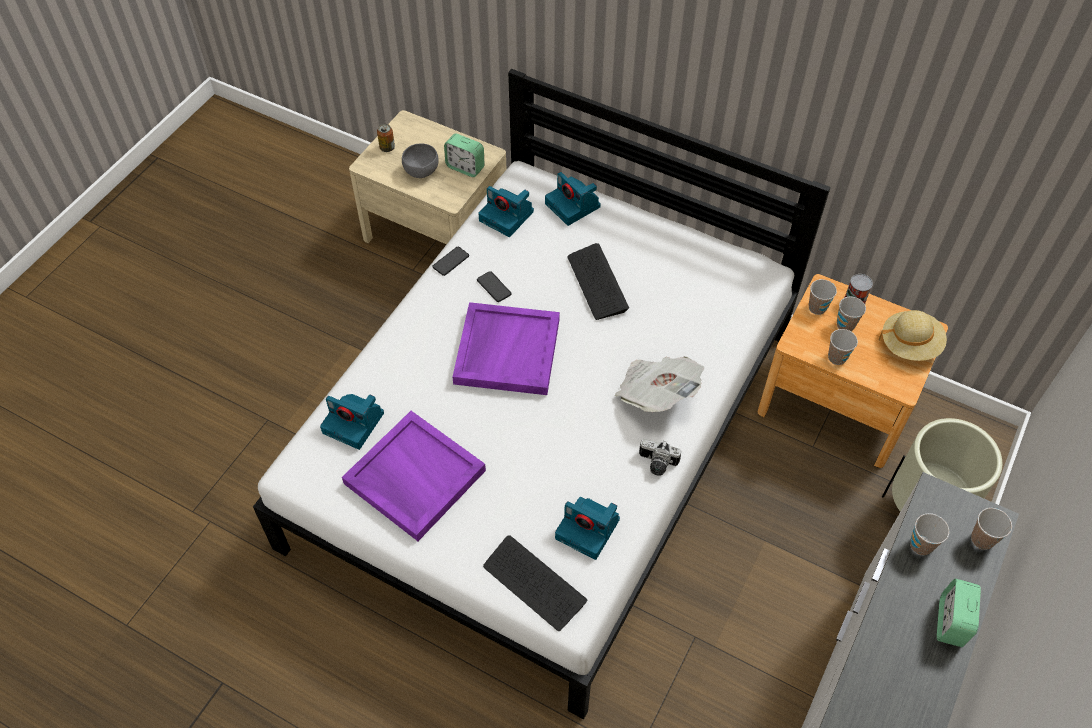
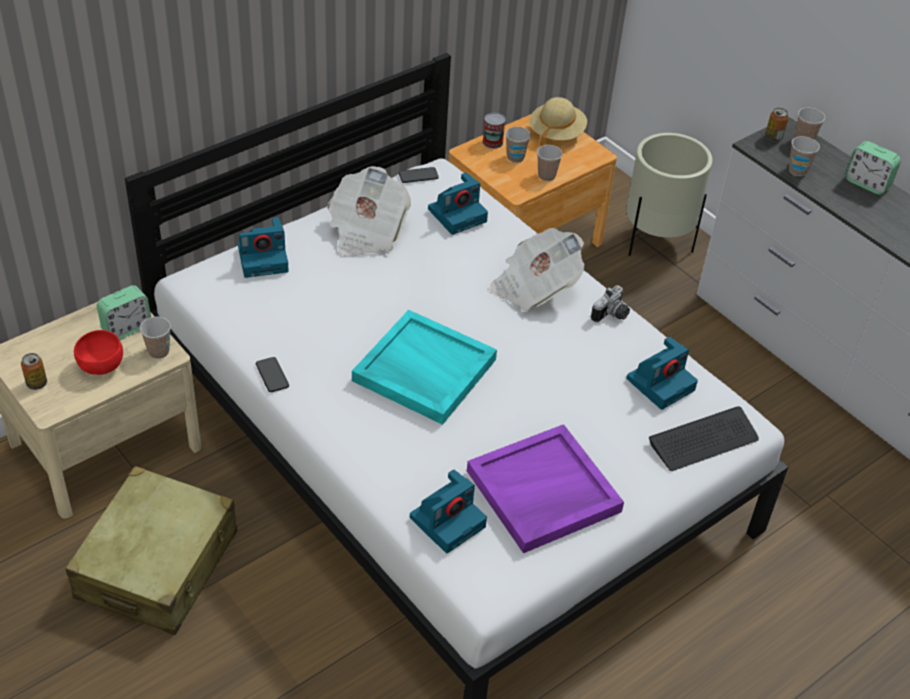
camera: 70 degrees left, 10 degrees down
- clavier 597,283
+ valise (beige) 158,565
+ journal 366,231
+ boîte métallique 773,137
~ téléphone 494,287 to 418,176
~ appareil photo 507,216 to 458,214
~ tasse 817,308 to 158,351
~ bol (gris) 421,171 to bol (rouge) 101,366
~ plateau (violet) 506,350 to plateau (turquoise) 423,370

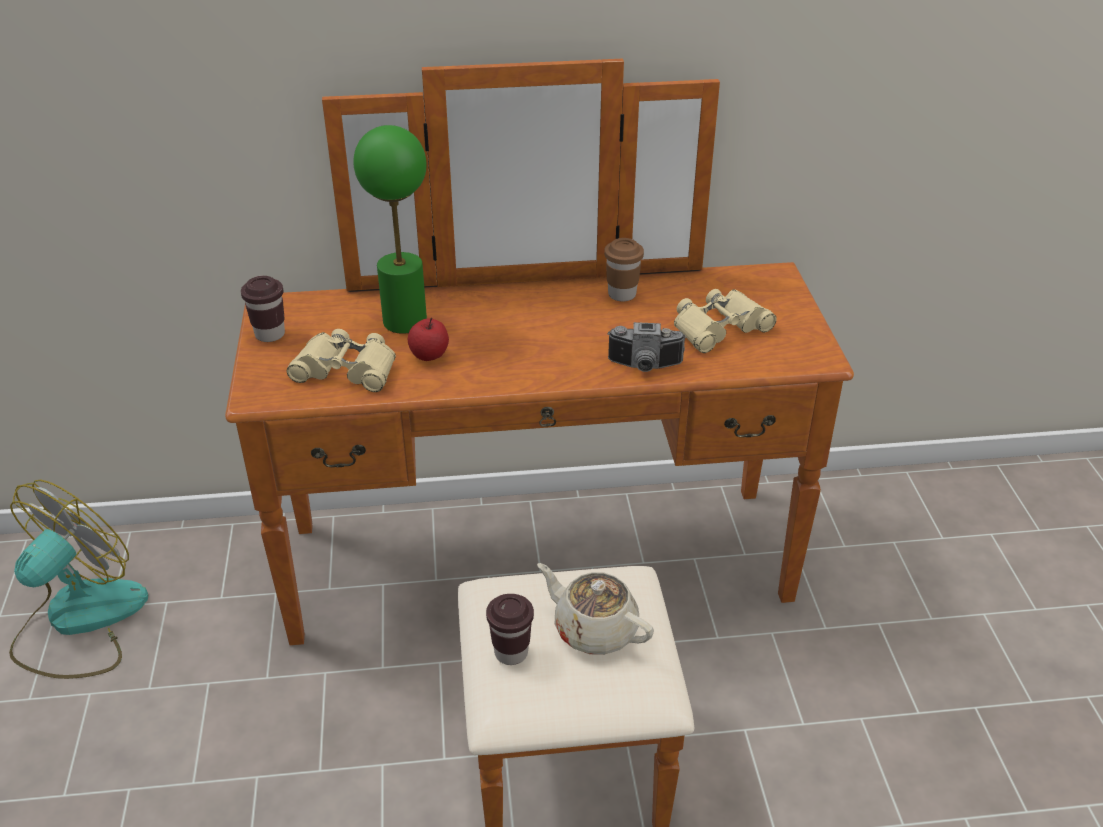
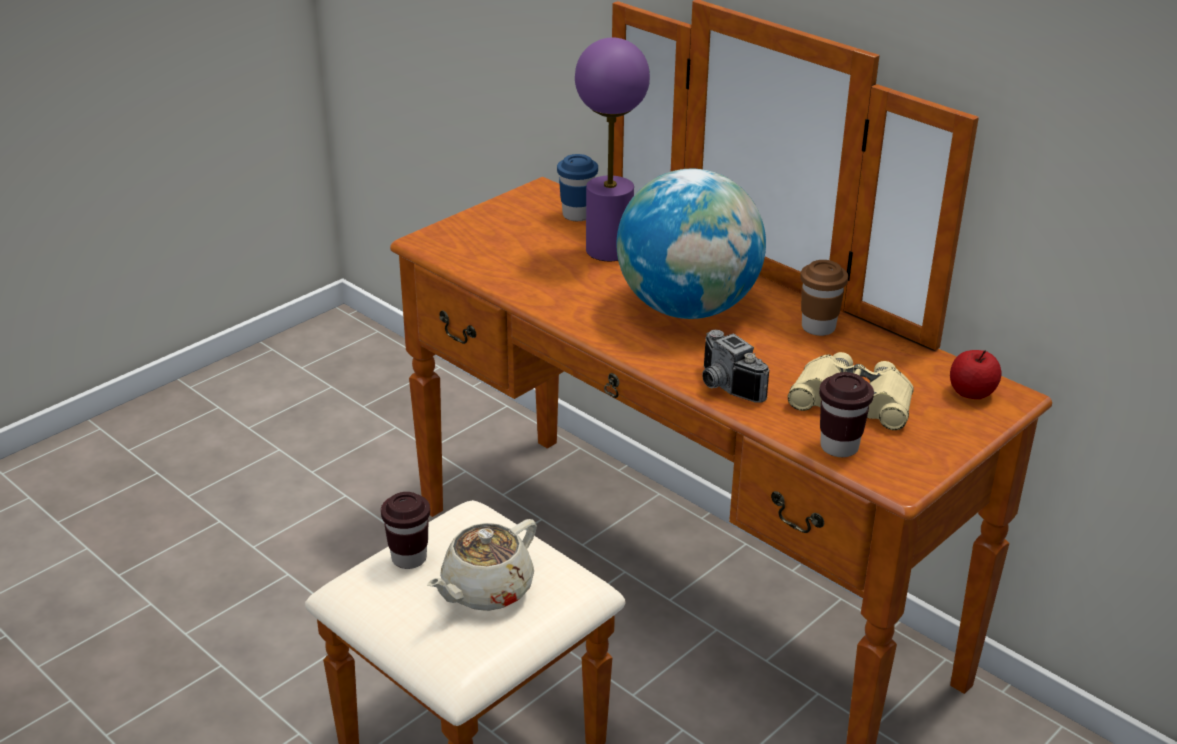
camera: 50 degrees right, 5 degrees down
- ventilateur 78,622
- jumelles (beige) 346,369
+ tasse (bleu) 577,215
+ globe 687,308
~ tasse (marron) 270,334 to 839,447
~ pomme 429,355 to 972,393
~ lampe de table (vert) 405,321 to lampe de table (violet) 609,250
~ théière (beige) 594,629 = 485,590 135 degrees counterclockwise

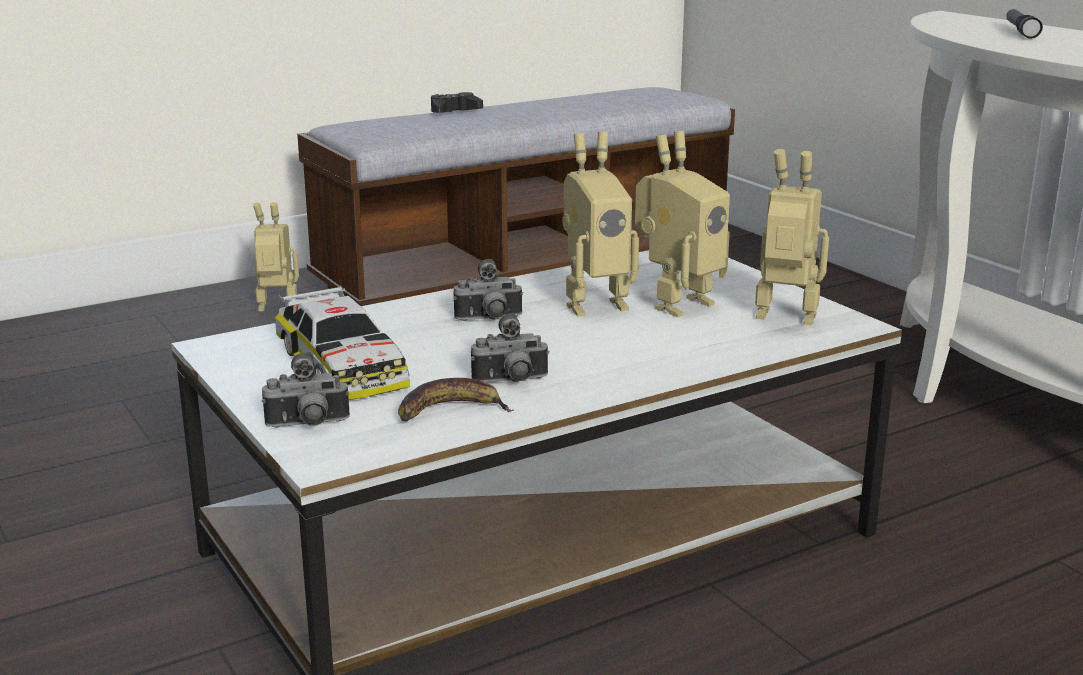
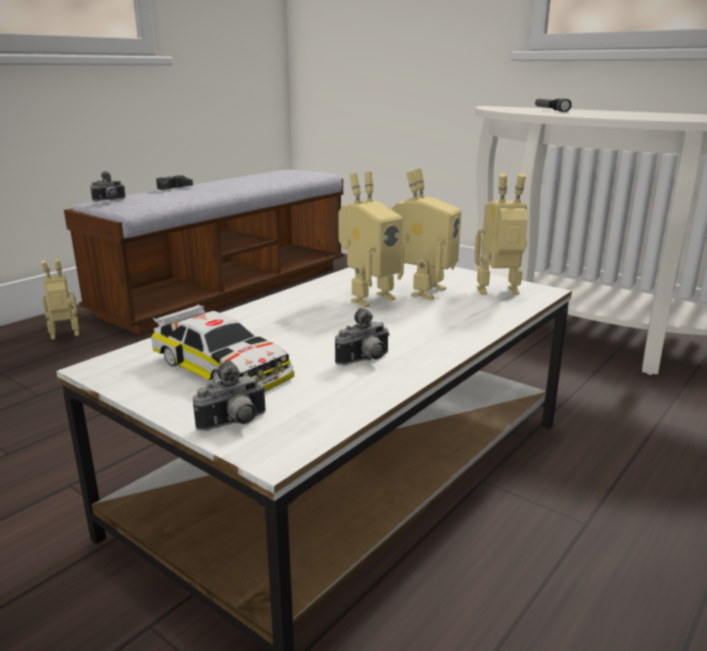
camera: 20 degrees left, 0 degrees up
- banane 449,411
~ appareil photo 489,319 to 110,200

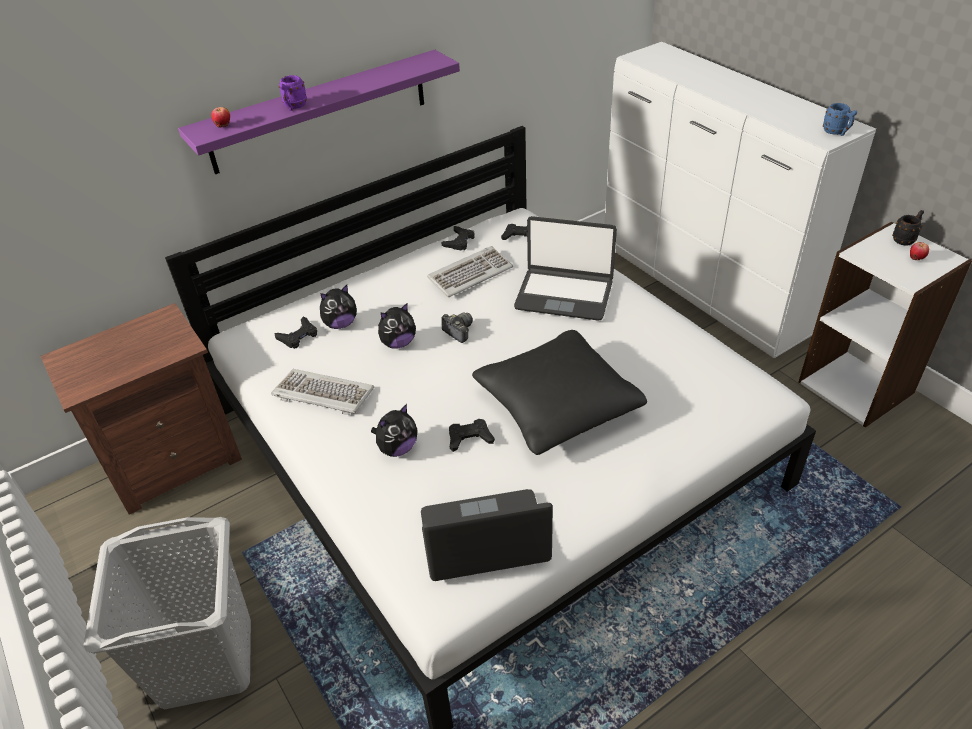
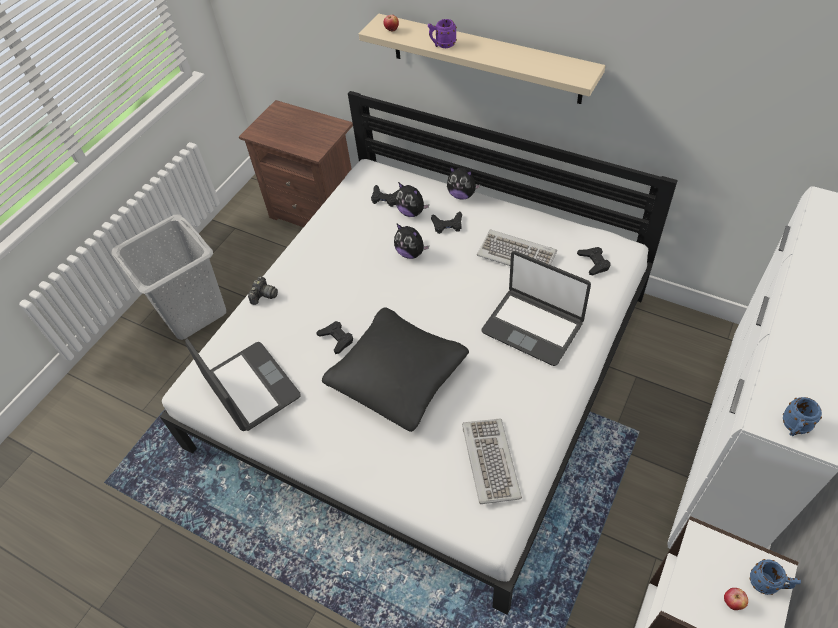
camera: 65 degrees right, 10 degrees up
~ clavier 323,394 to 489,461
~ peluche 397,448 to 462,195
~ manette (noir) 459,241 to 447,225
~ appareil photo 458,331 to 264,295
~ étagère (violet) 320,111 to étagère (beige) 485,59
~ mug (noir) 905,239 to mug (bleu) 767,584
~ ordinateur portable 564,294 = 532,326 45 degrees counterclockwise

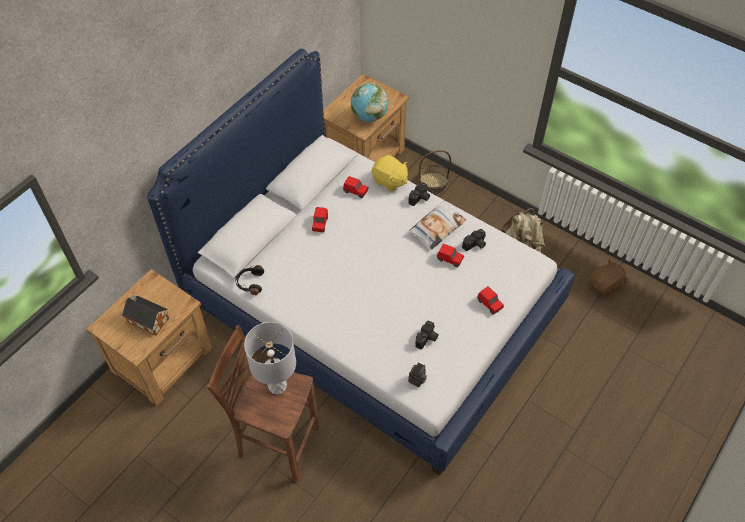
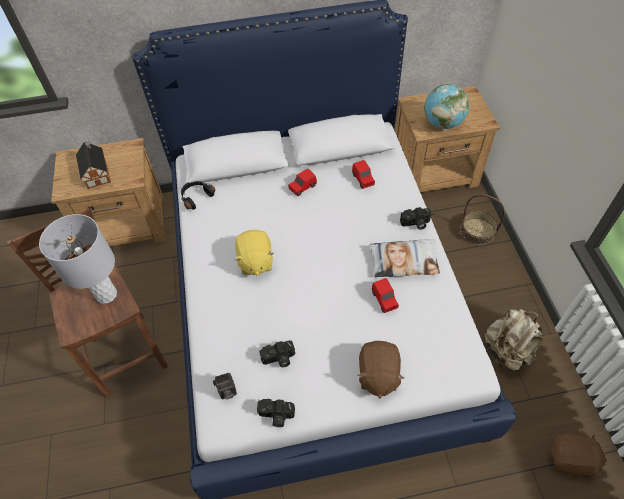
camera: 45 degrees right, 0 degrees up
~ peluche (jaune) 389,181 to 255,261
~ appareil photo 475,245 to 276,416
~ petite voiture (rouge) 490,304 to peluche (marron) 377,375

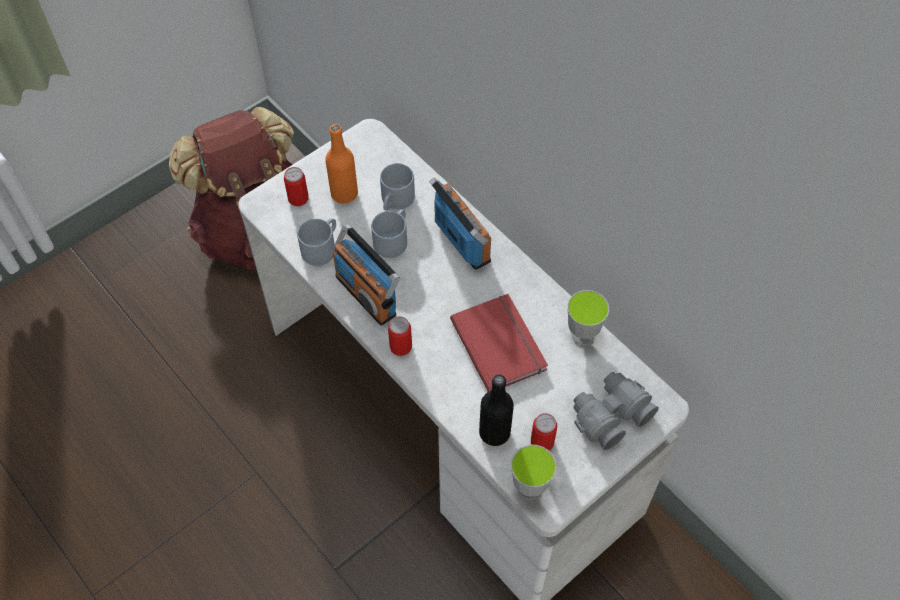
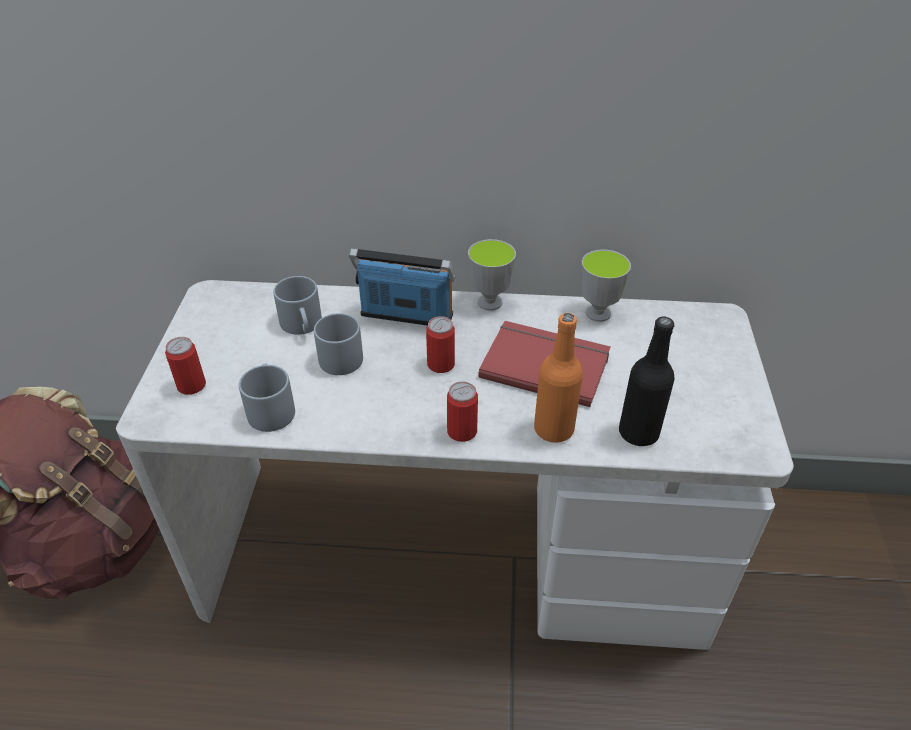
camera: 45 degrees left, 15 degrees down
- radio 366,295
- jumelles (gris) 610,414
~ bouteille (orange) 344,193 to 553,429
~ tasse 529,488 to 490,302
~ boîte métallique 542,442 to 441,364

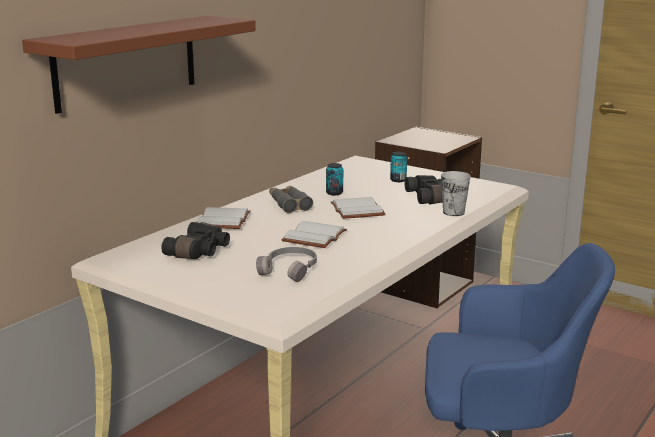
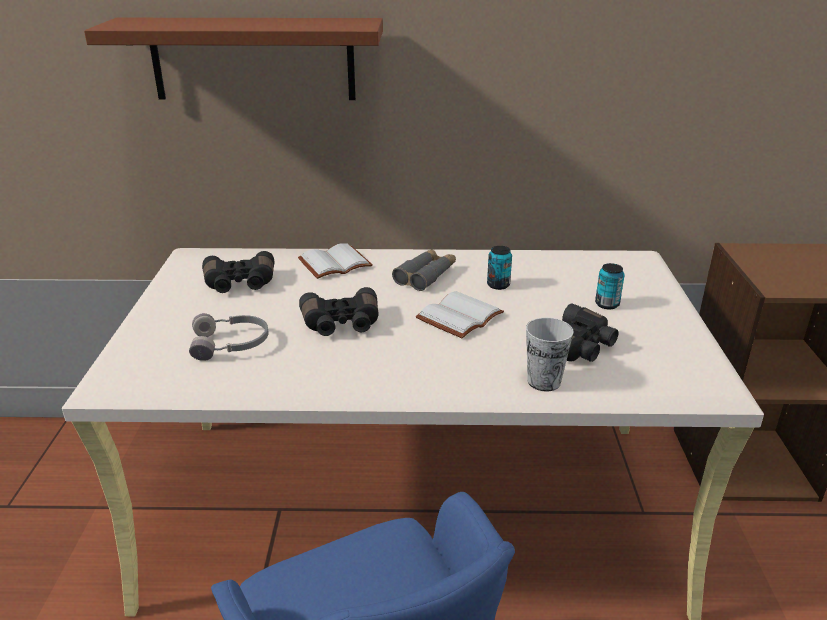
camera: 55 degrees right, 10 degrees up
~ livre (blanc) 316,237 to jumelles (noir) 341,324

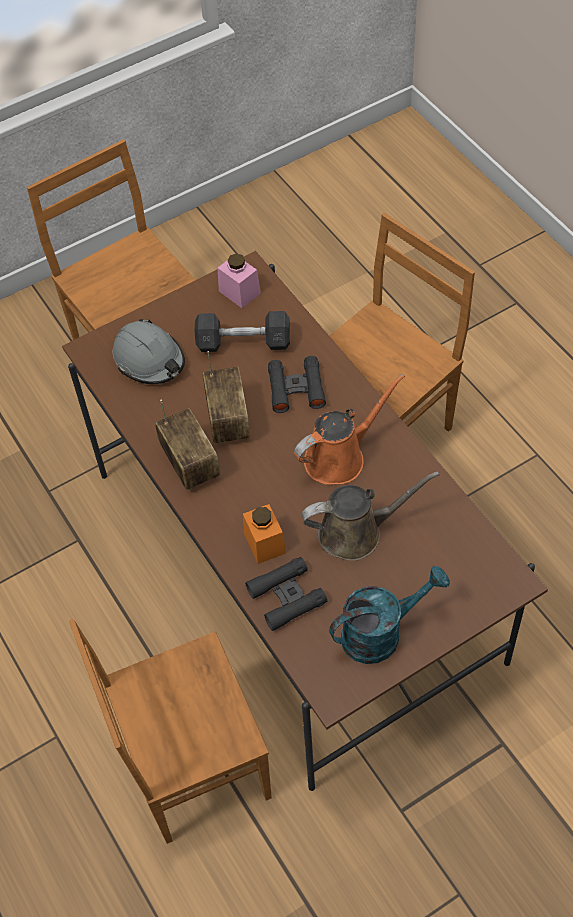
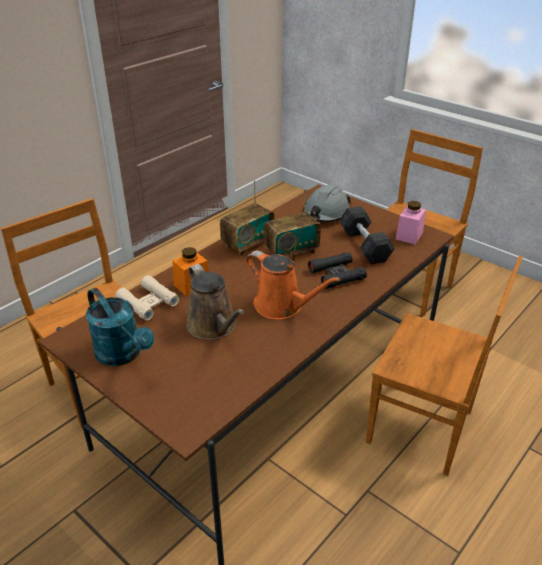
camera: 70 degrees right, 20 degrees down
~ jumelles (noir) 286,597 to jumelles (beige) 148,303

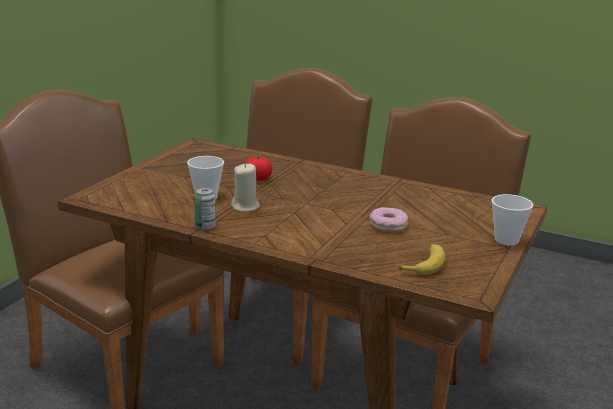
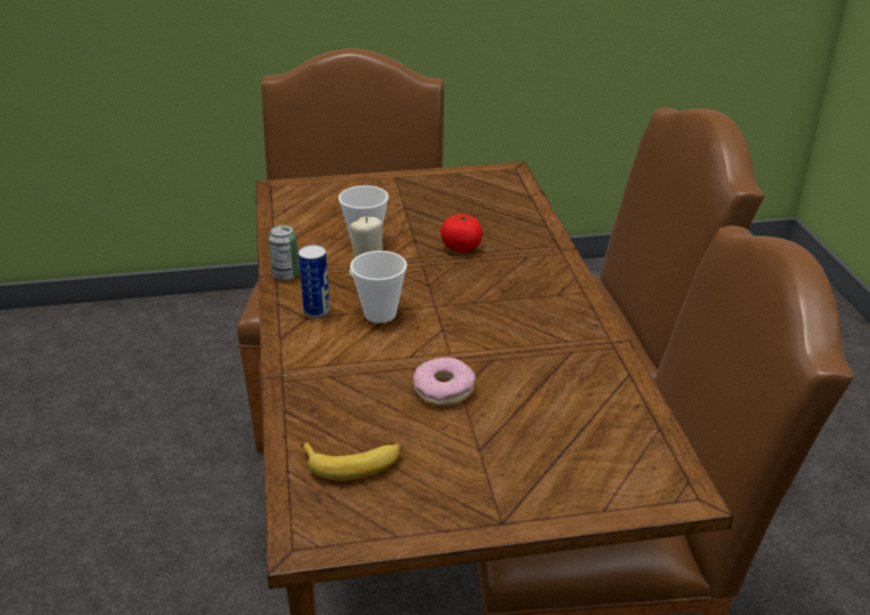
camera: 55 degrees right, 10 degrees up
+ boîte métallique 316,311
~ tasse 506,240 to 380,314

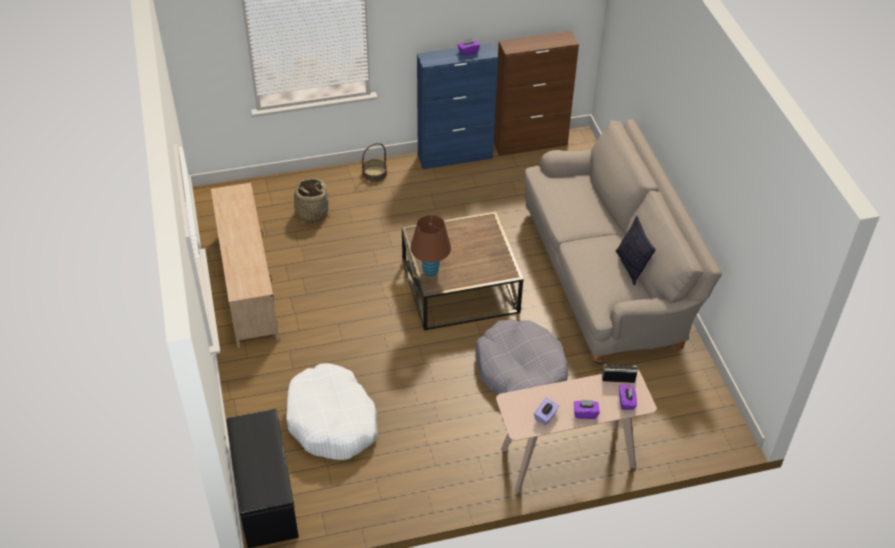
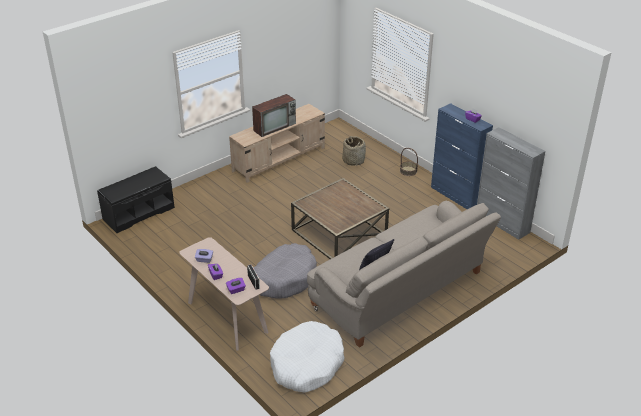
camera: 65 degrees right, 10 degrees down
- lampe de table (marron) 430,271
+ téléviseur 275,127
~ panier pour chien (blanc) 332,421 to 307,364
~ meuble de rangement (marron) 530,143 to meuble de rangement (gris) 502,223

